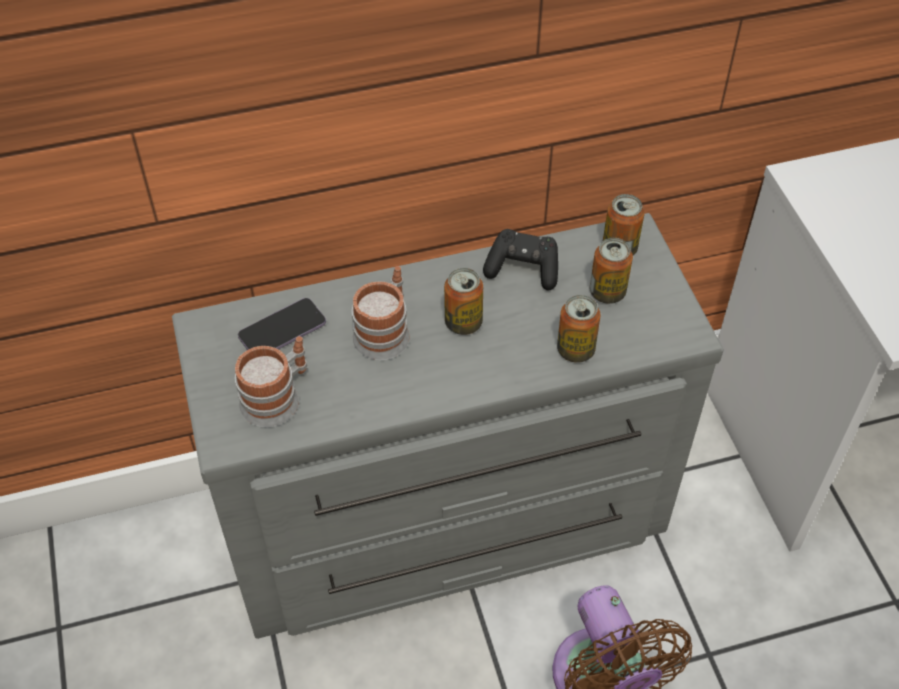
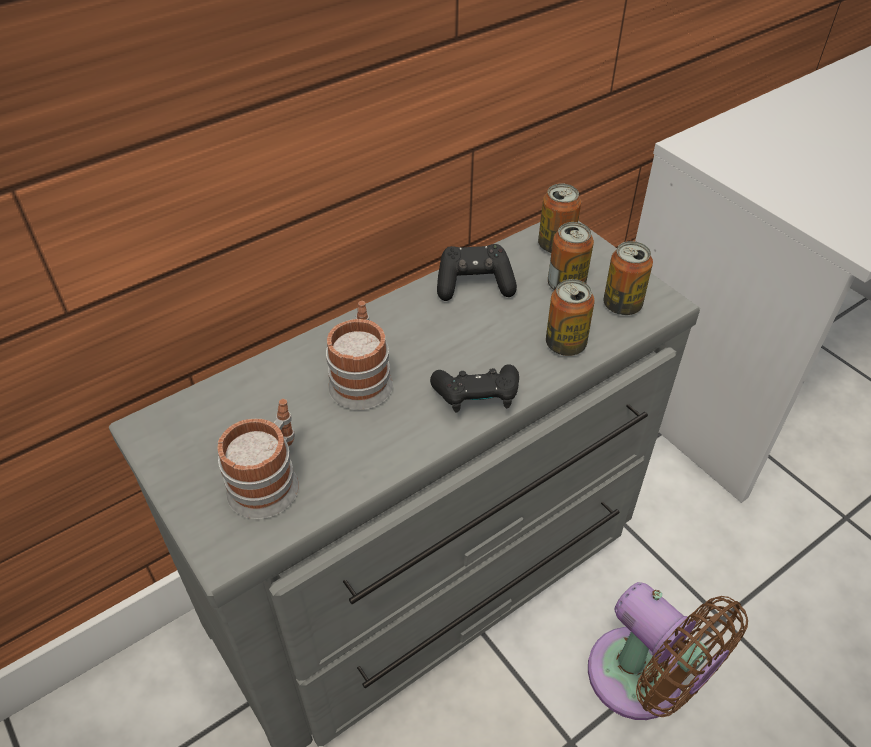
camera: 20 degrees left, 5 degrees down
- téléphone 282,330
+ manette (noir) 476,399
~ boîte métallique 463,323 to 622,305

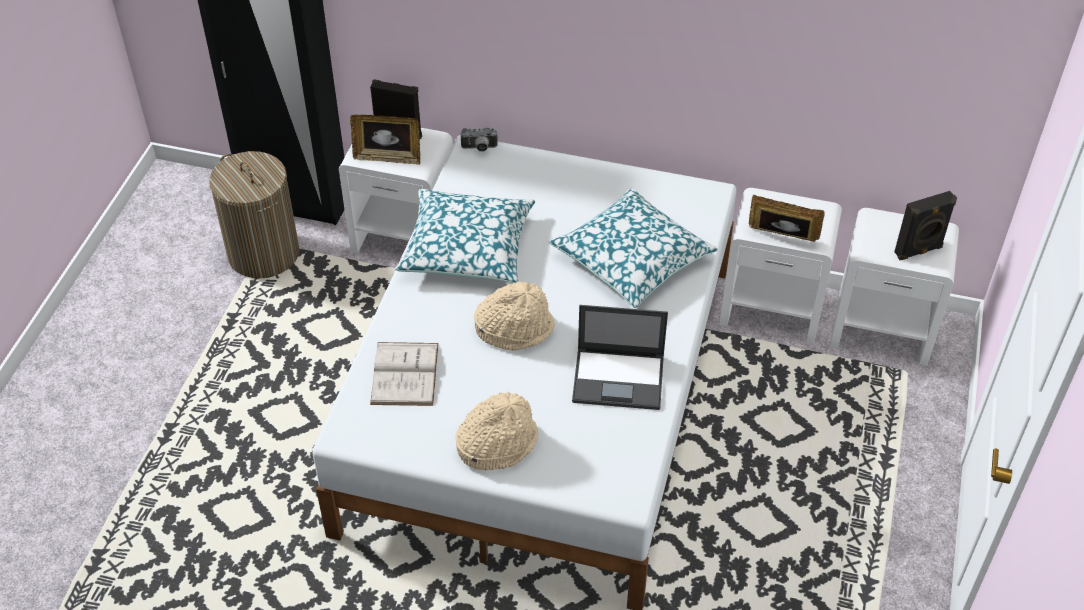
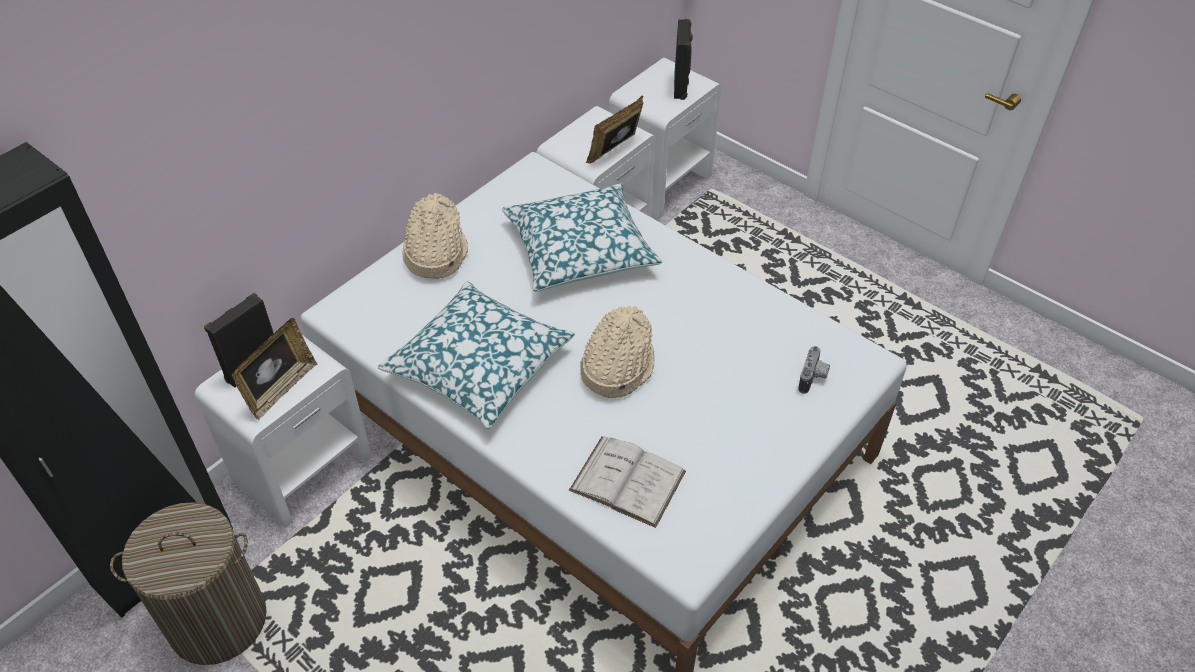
camera: 65 degrees left, 0 degrees up
- ordinateur portable 619,379
~ chapeau (beige) 497,443 to 434,254
~ appareil photo 479,148 to 813,378

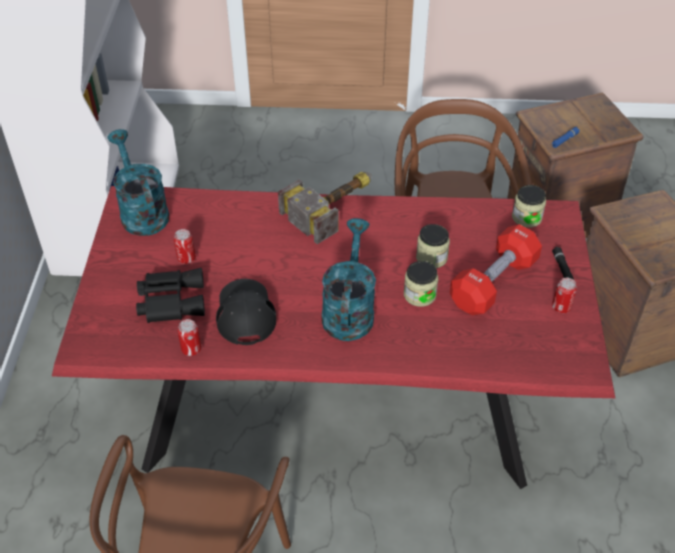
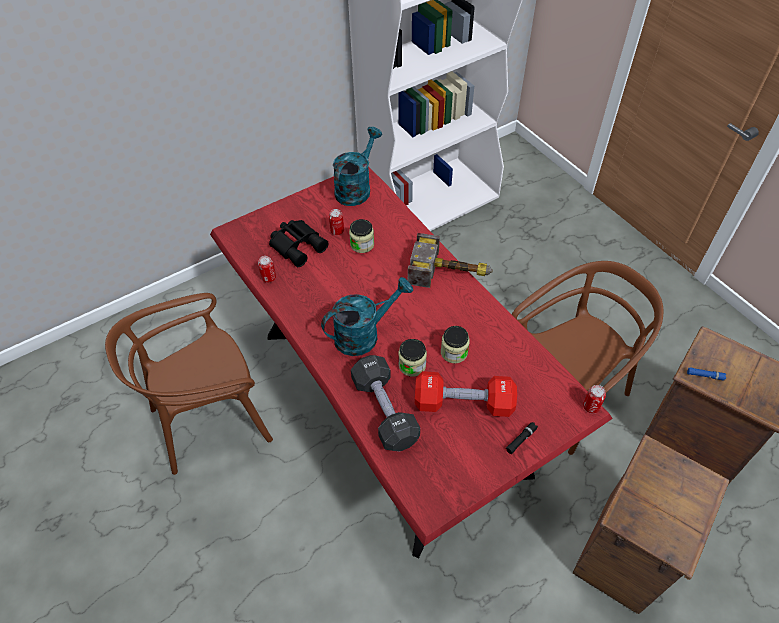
camera: 55 degrees right, 5 degrees up
- casquette (noir) 245,313
+ haltère (noir) 384,411
~ bocal 526,217 to 362,244
~ boîte métallique 561,307 to 591,407

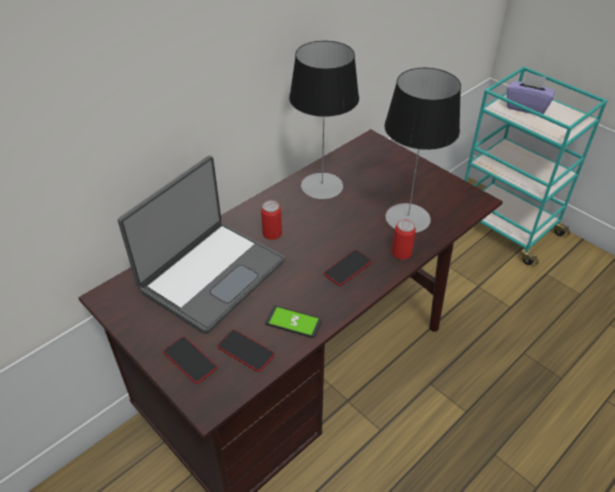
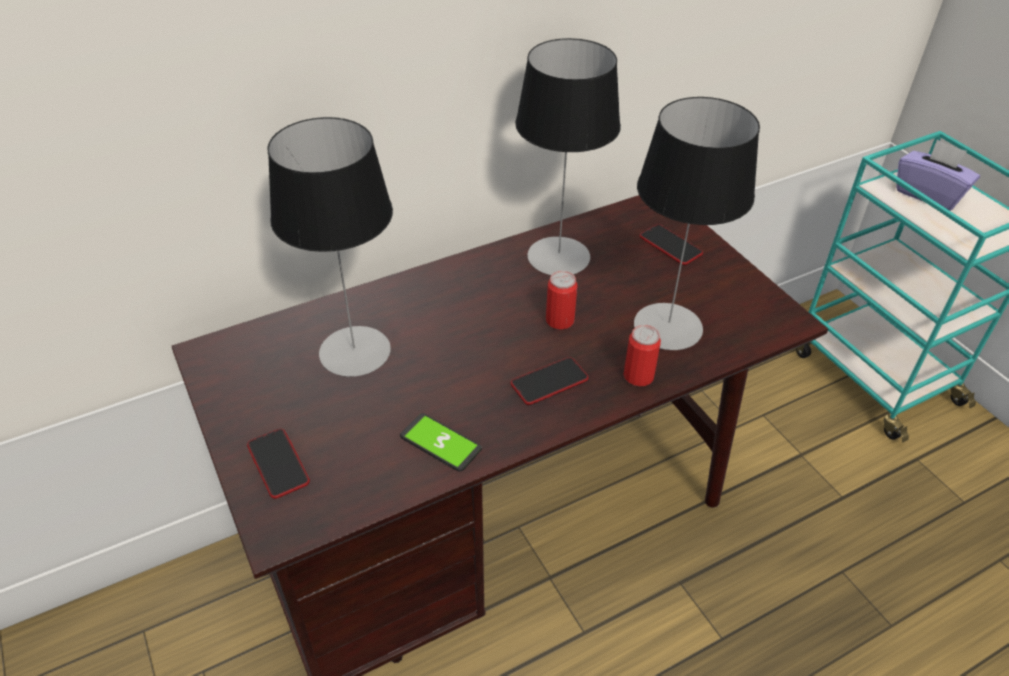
camera: 15 degrees right, 0 degrees up
~ téléphone 245,351 to 670,245
~ boîte métallique 272,234 to 559,320
~ ordinateur portable 211,275 to lampe de table 354,351

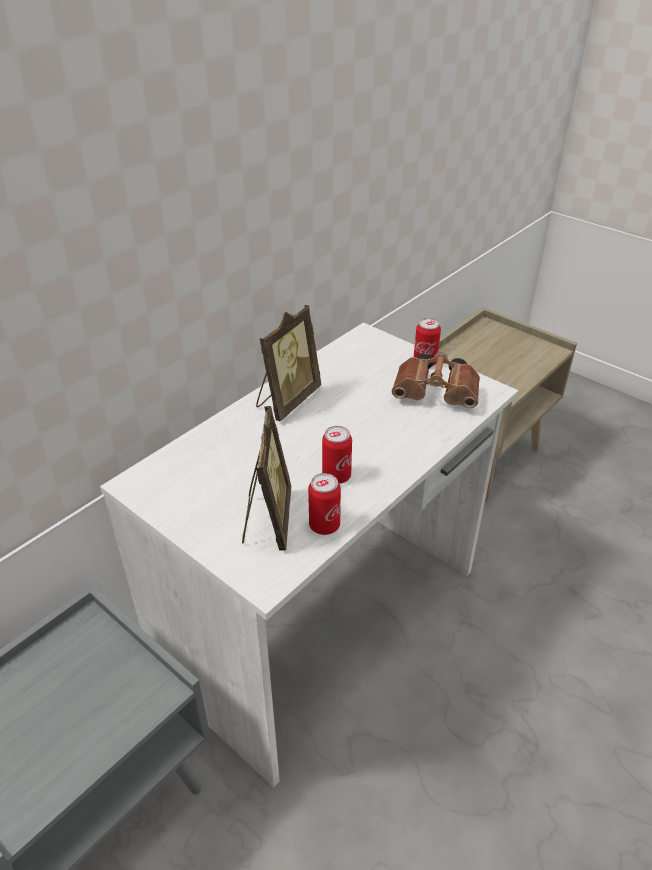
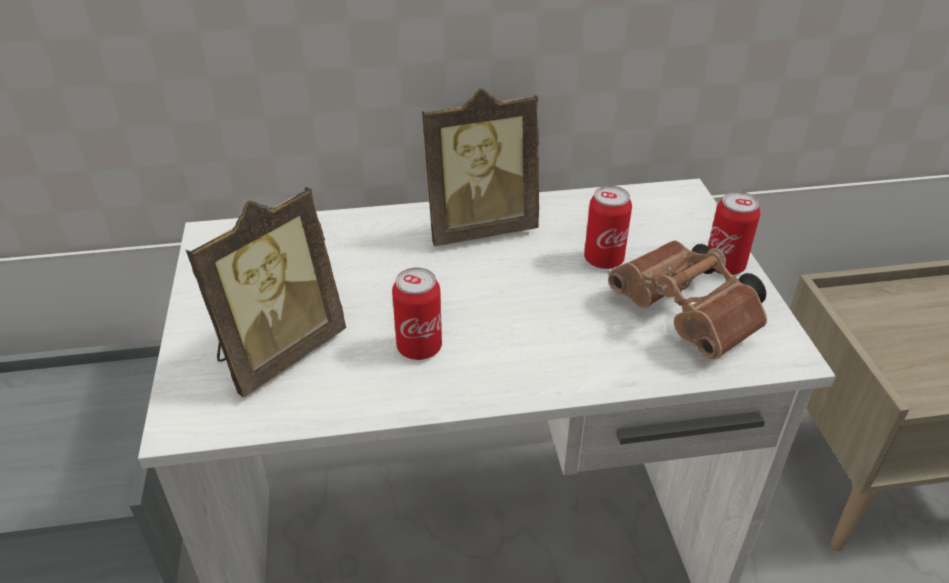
camera: 40 degrees right, 0 degrees up
~ boîte métallique 324,525 to 603,260

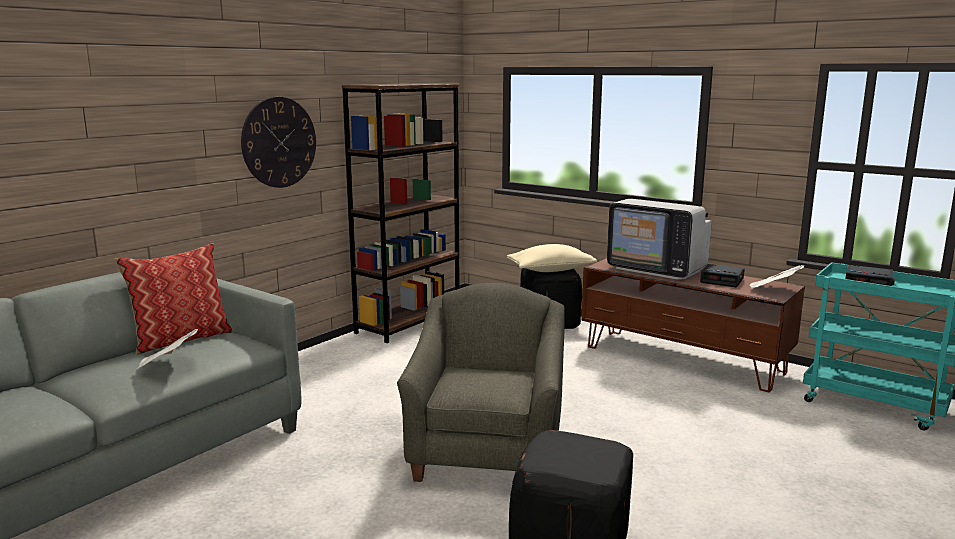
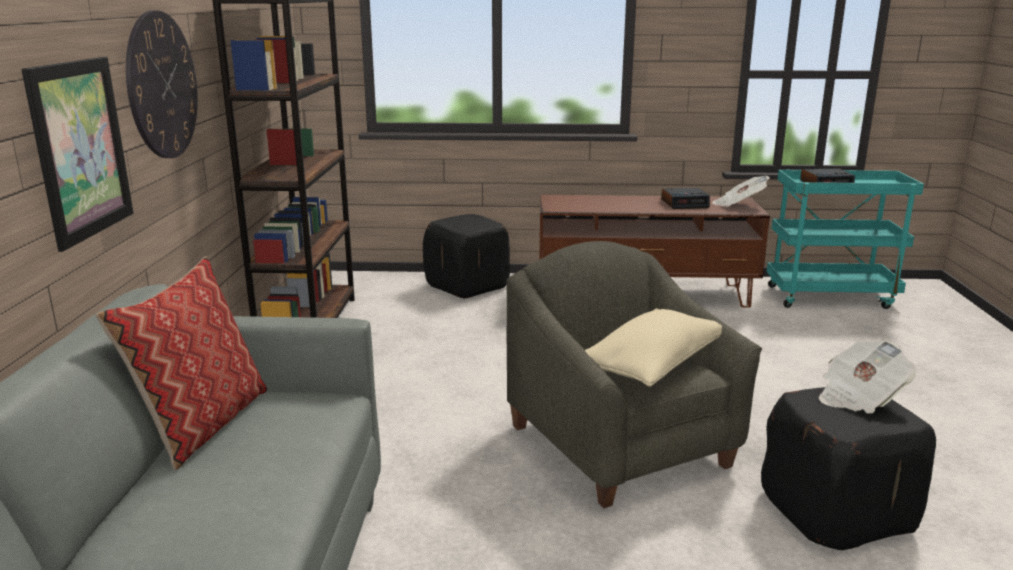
camera: 35 degrees left, 5 degrees up
- téléviseur 656,269
+ tableau 81,149
~ journal 167,365 to 859,397
~ coussin (beige) 551,270 to 652,365

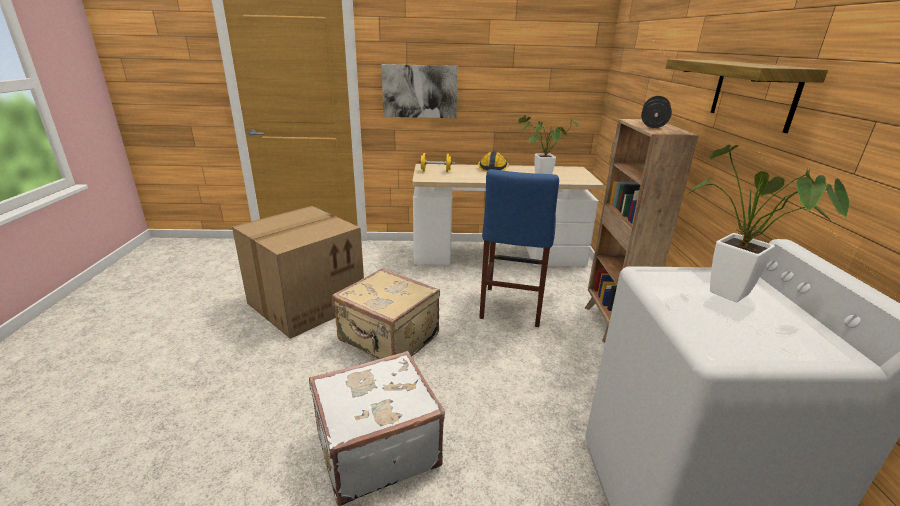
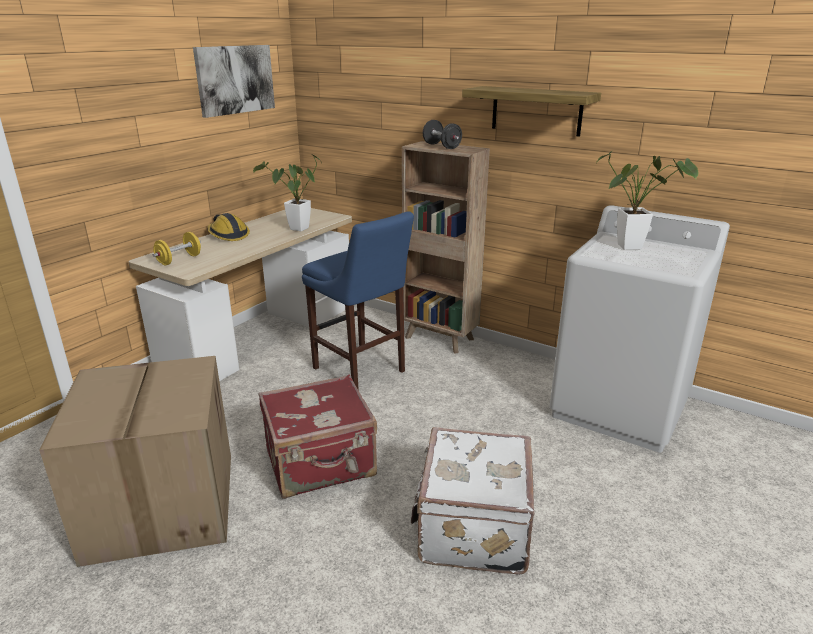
camera: 55 degrees left, 0 degrees up
~ tableau 420,91 to 235,79
~ valise (beige) 388,339 to valise (rouge) 321,463

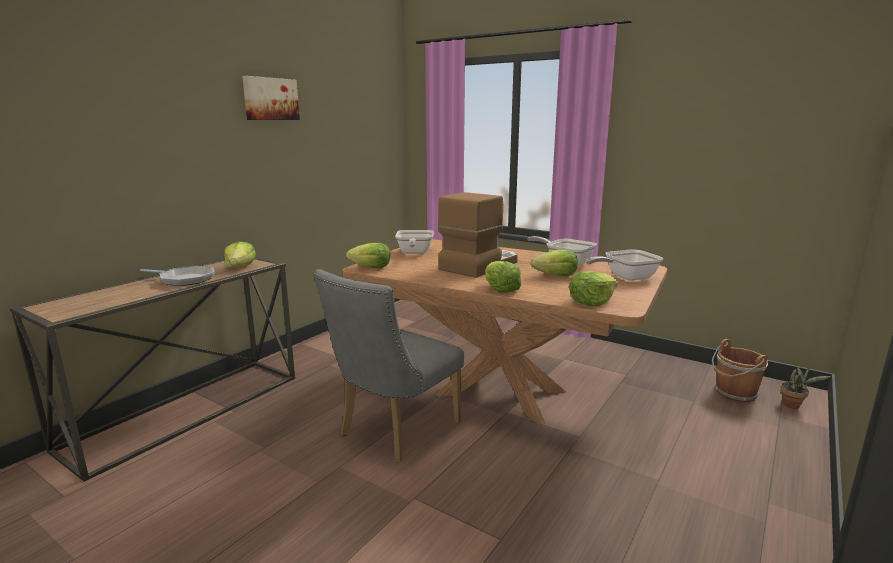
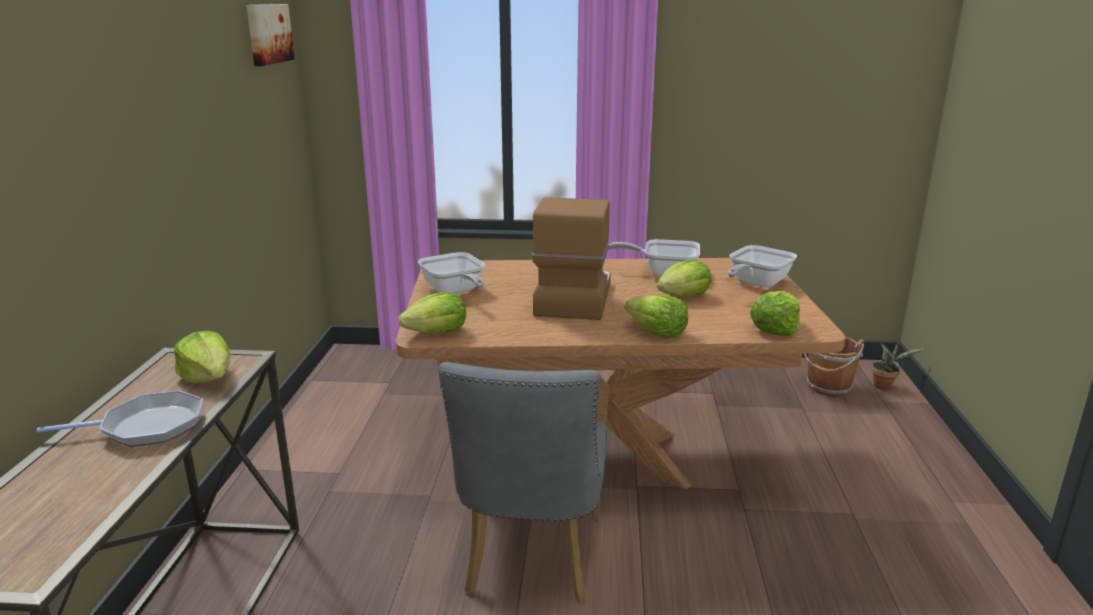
camera: 30 degrees left, 5 degrees up
~ tableau 270,99 to 267,33

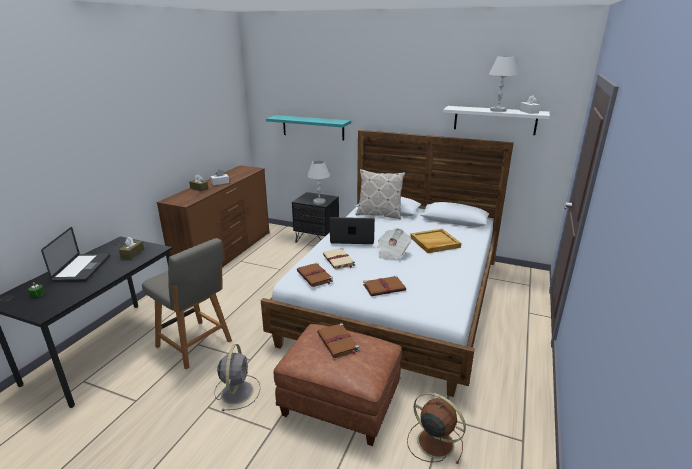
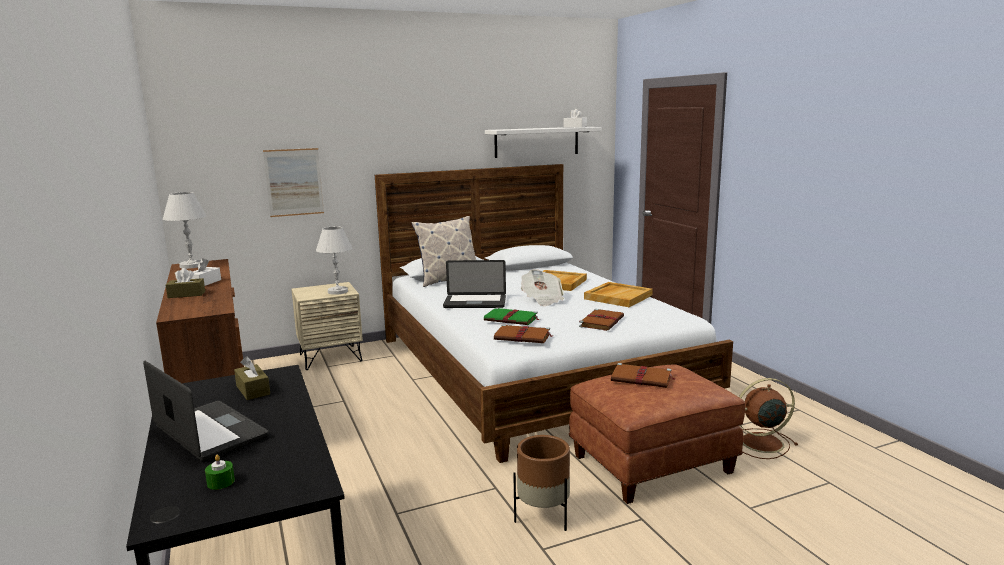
camera: 45 degrees left, 10 degrees down
- chaise (gris) 195,345
+ plateau (beige) 618,297
~ lampe de table (blanc) 497,110 to 191,266
~ ventilateur (gris) 237,391 to cache-pot (marron) 543,517
~ étagère (turquoise) 313,127 to tableau 294,182
~ table de chevet (noir) 317,239 to table de chevet (beige) 330,357
~ livre (beige) 339,260 to livre (vert) 512,319
~ ordinateur portable 352,238 = 475,303 135 degrees counterclockwise

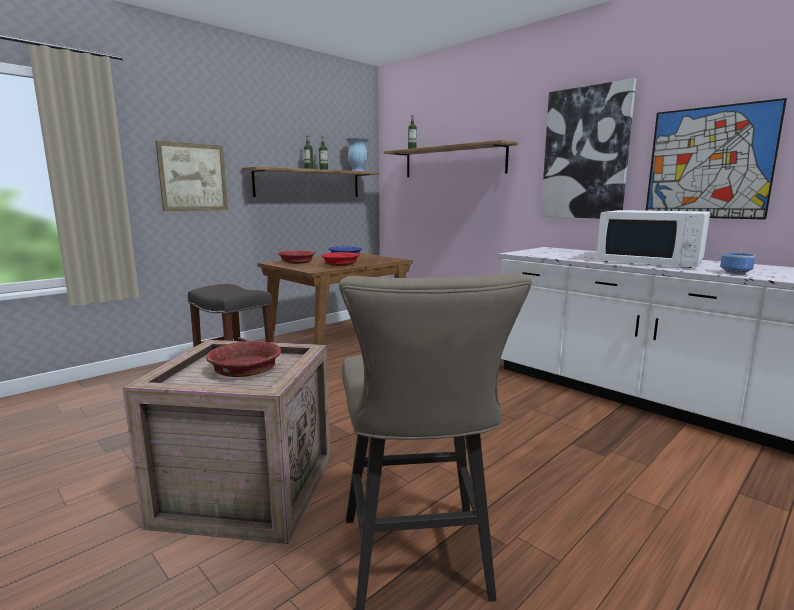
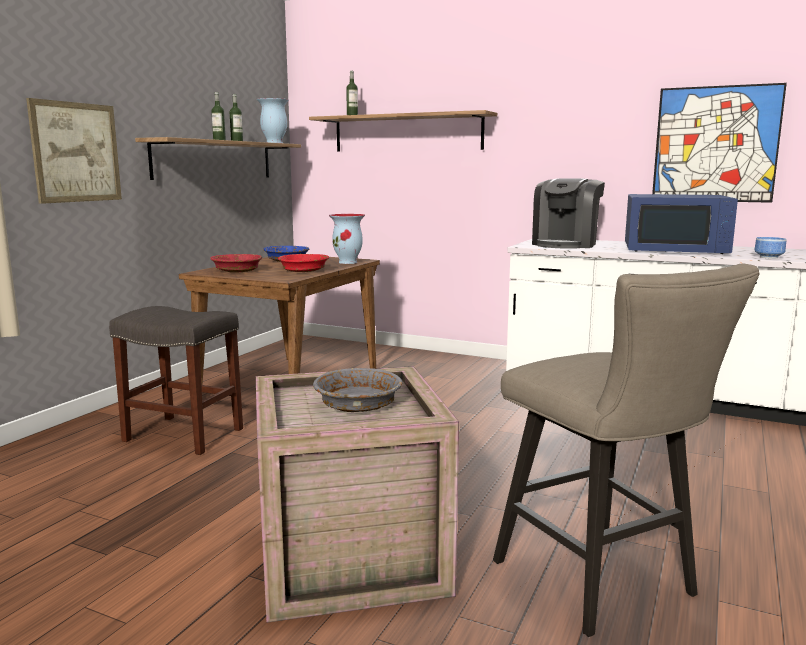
camera: 20 degrees left, 0 degrees up
- tableau 585,154
+ vase 348,262
+ machine à café 566,244
~ bol (rouge) 245,370 to bol (gris) 358,404
~ micro-ondes (blanc) 651,261 to micro-ondes (bleu) 675,249

